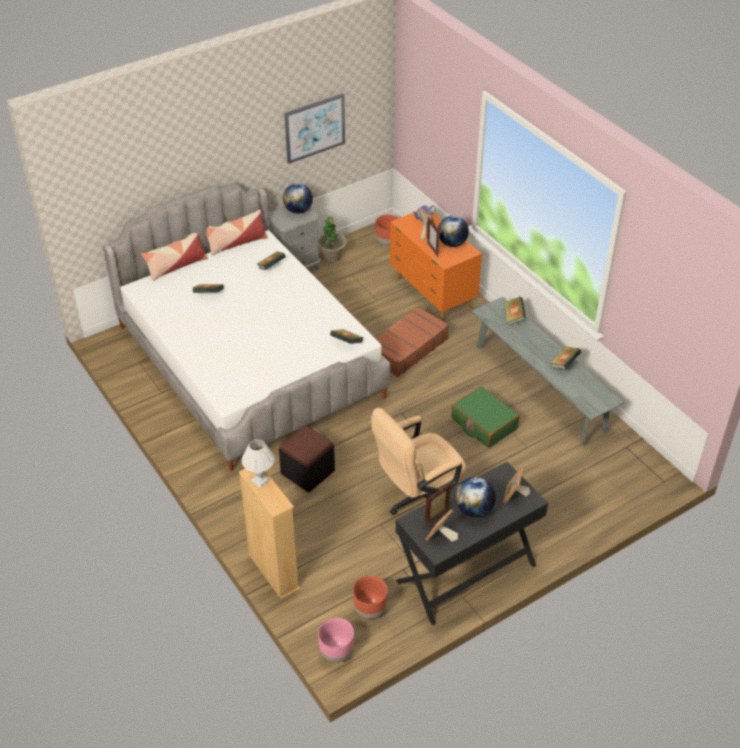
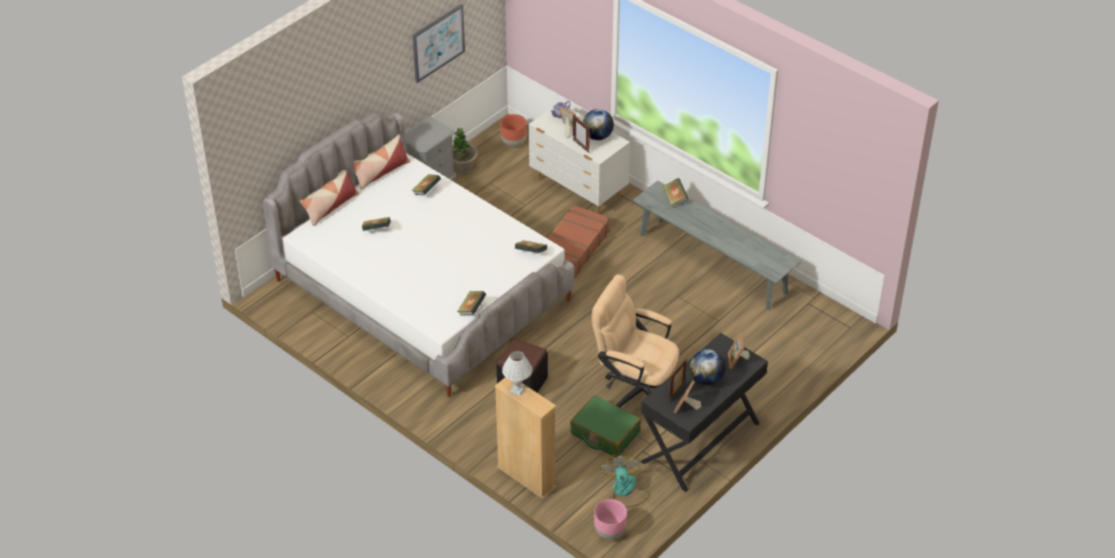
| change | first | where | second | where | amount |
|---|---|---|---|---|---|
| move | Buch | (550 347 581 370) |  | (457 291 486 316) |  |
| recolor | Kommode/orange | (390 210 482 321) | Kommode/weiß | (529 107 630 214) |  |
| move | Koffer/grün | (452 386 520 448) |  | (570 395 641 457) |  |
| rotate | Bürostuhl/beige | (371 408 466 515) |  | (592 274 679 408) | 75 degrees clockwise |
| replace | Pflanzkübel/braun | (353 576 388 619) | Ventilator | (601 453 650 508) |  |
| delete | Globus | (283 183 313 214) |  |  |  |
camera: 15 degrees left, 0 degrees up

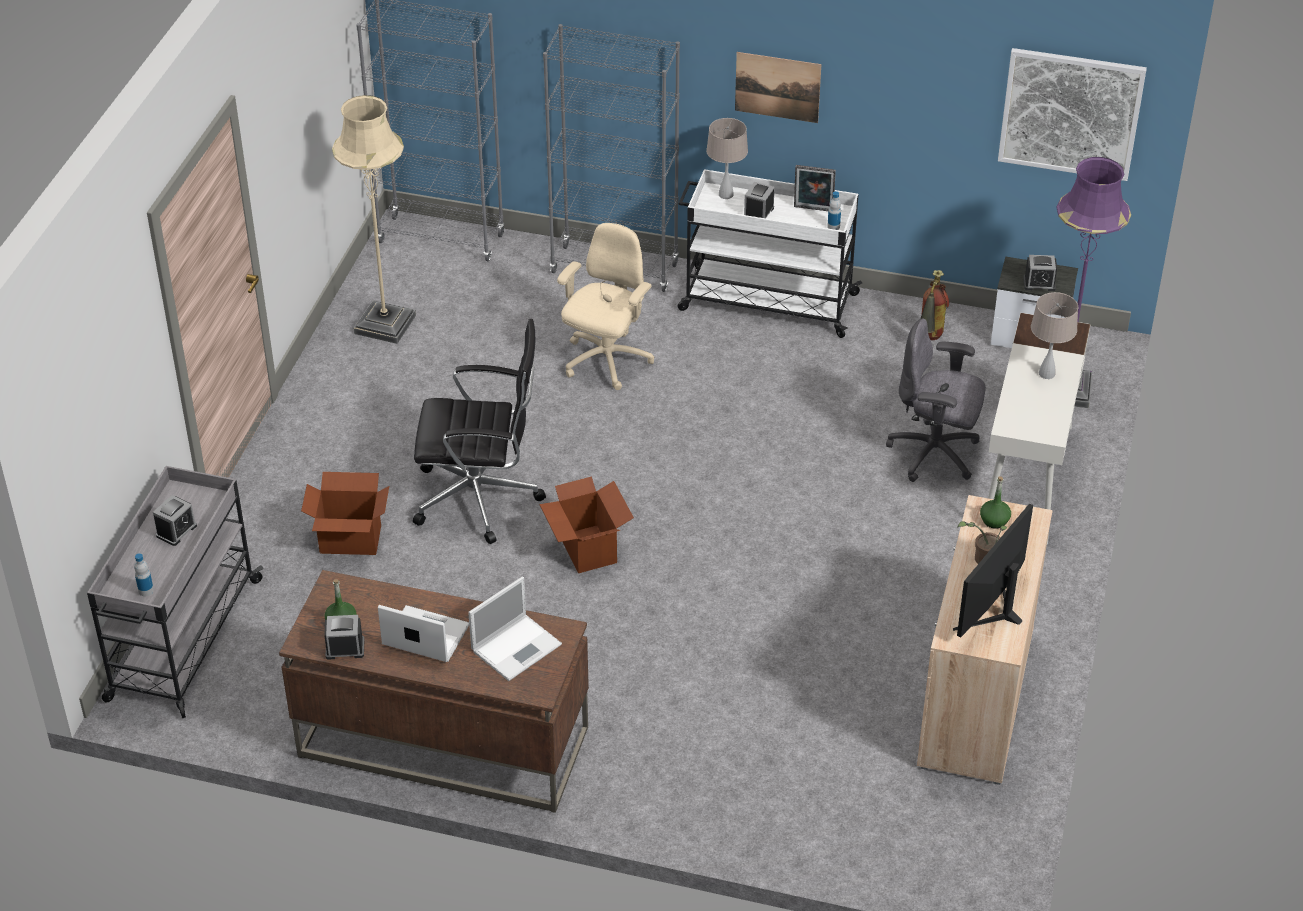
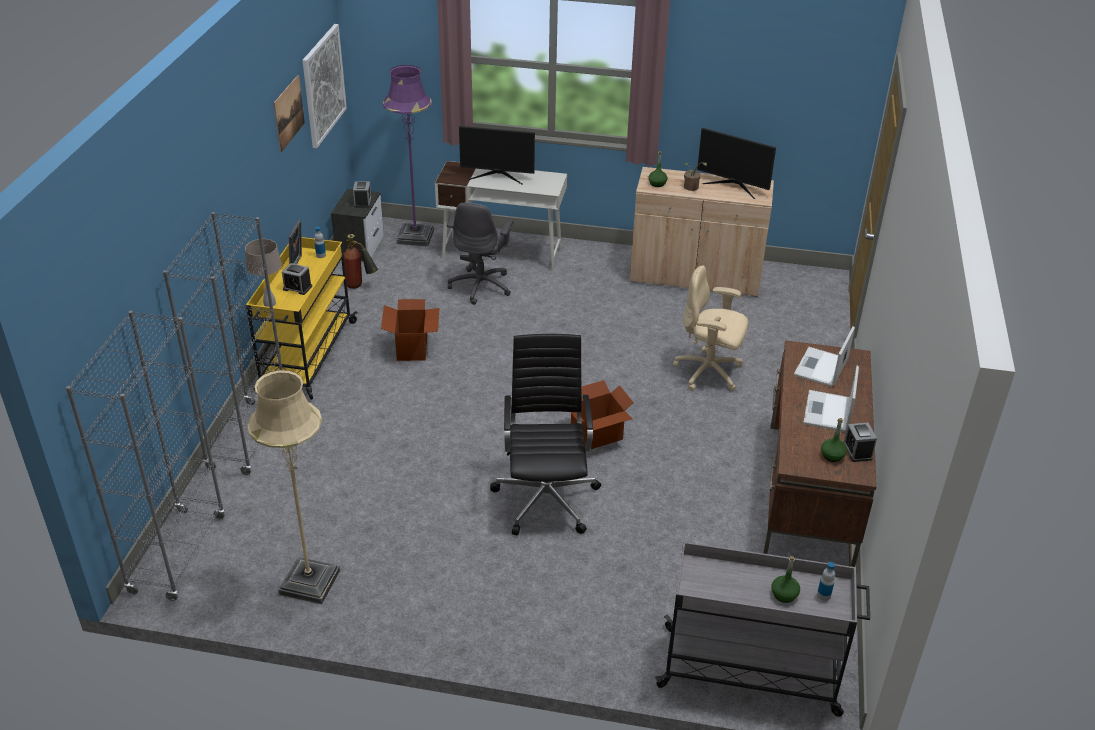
| change | first | where | second | where | amount |
|---|---|---|---|---|---|
| recolor | Rollwagen/weiß | (678 169 862 338) | Rollwagen/gelb | (246 237 358 400) |  |
| move | Bild | (735 52 821 123) |  | (274 75 305 153) |  |
| move | Karton | (301 472 389 555) |  | (381 299 440 361) |  |
| replace | Tischlampe/beige | (1031 292 1078 379) | Monitor | (459 126 535 184) |  |
| move | Bürostuhl/beige | (557 223 654 390) |  | (673 265 748 391) |  |
| insert |  |  | Flasche/grün | (771 556 800 603) |  |
| rotate | Laptop | (468 577 562 681) |  | (794 327 855 387) | 105 degrees counterclockwise |
| delete | Wecker | (153 495 197 546) |  |  |  |
camera: 95 degrees left, 5 degrees down

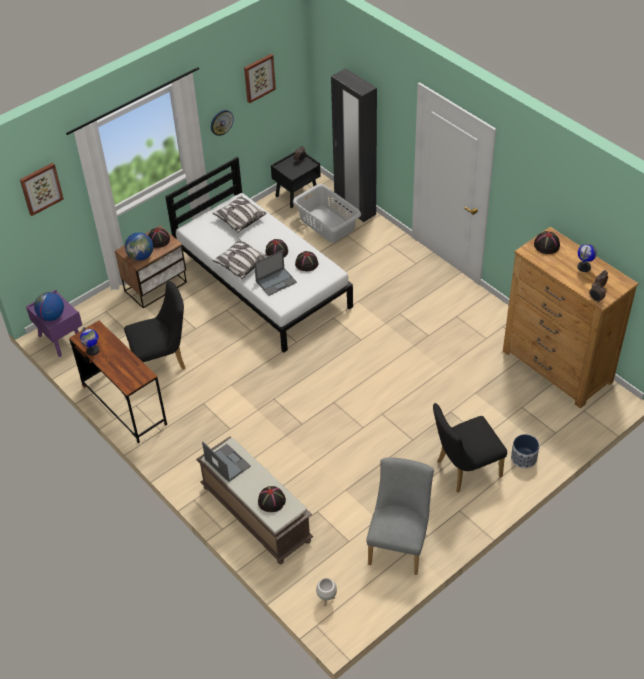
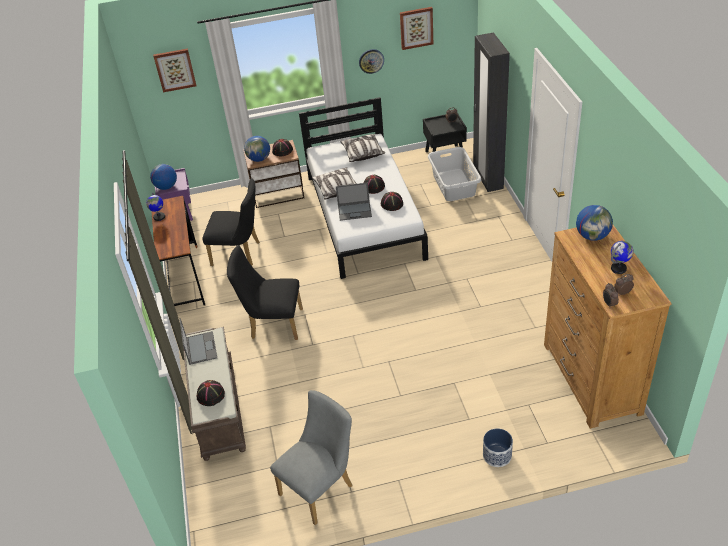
| change | first | where | second | where | amount |
|---|---|---|---|---|---|
| move | Stuhl/schwarz | (433 403 507 492) |  | (227 245 303 340) |  |
| replace | Hut/schwarz | (534 231 560 254) | Globus | (576 205 613 241) |  |
| delete | Pflanzkübel/weiß | (316 578 337 607) |  |  |  |
camera: 30 degrees right, 5 degrees down

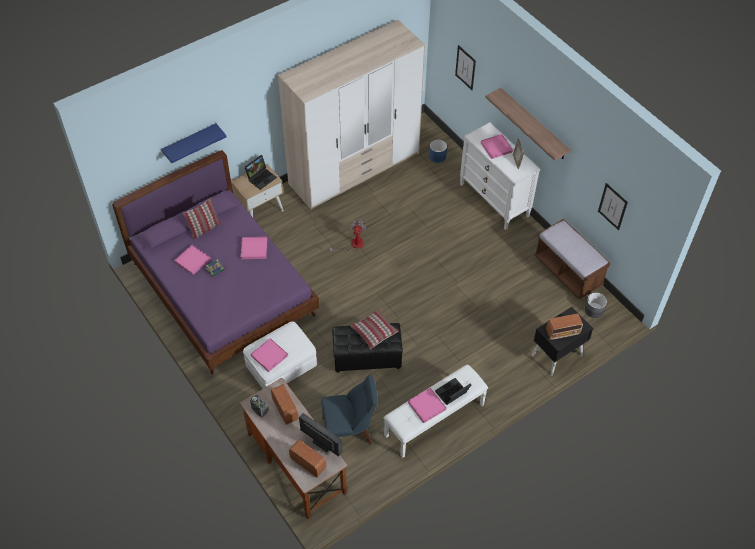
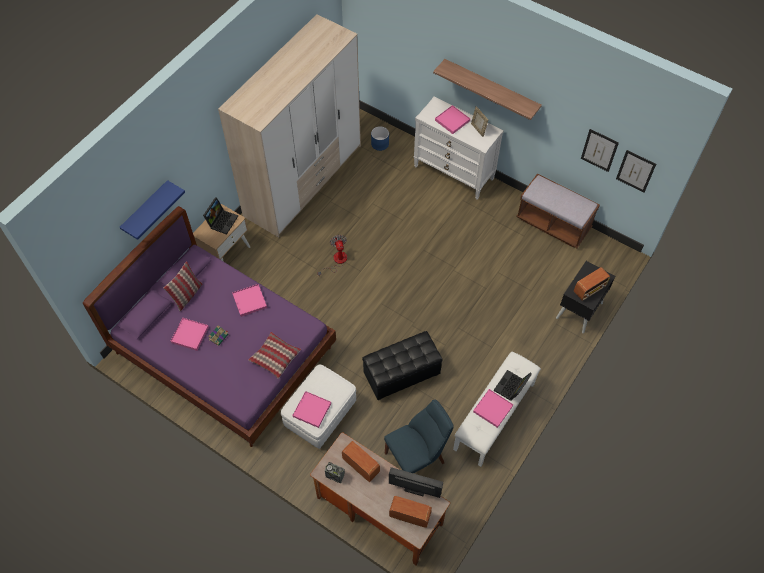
| change | first | where | second | where | amount |
|---|---|---|---|---|---|
| move | Kissen | (351 309 399 349) |  | (249 332 301 379) |  |
| move | Bild | (455 45 476 90) |  | (616 150 656 193) |  |
| delete | Pflanzkübel/grau | (584 293 607 318) |  |  |  |
camera: 20 degrees left, 5 degrees up

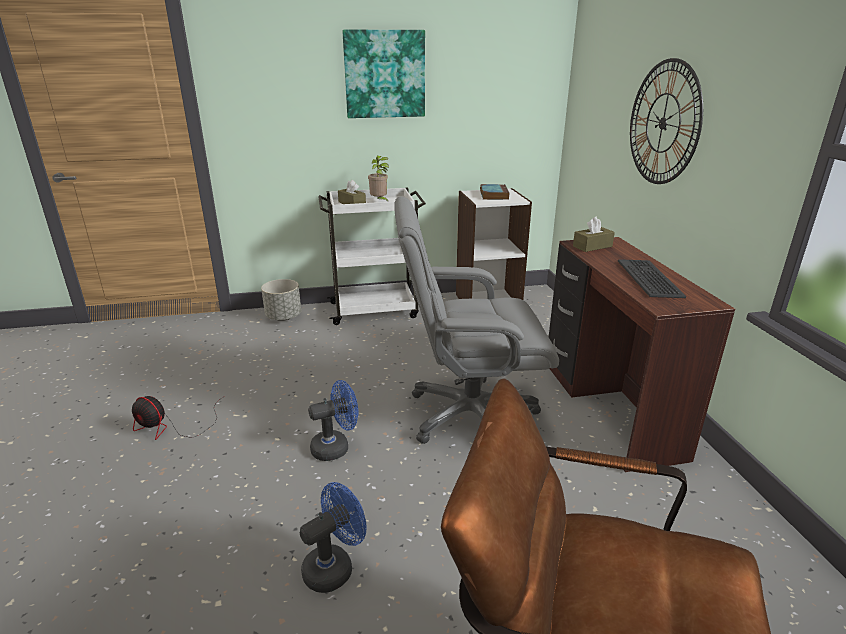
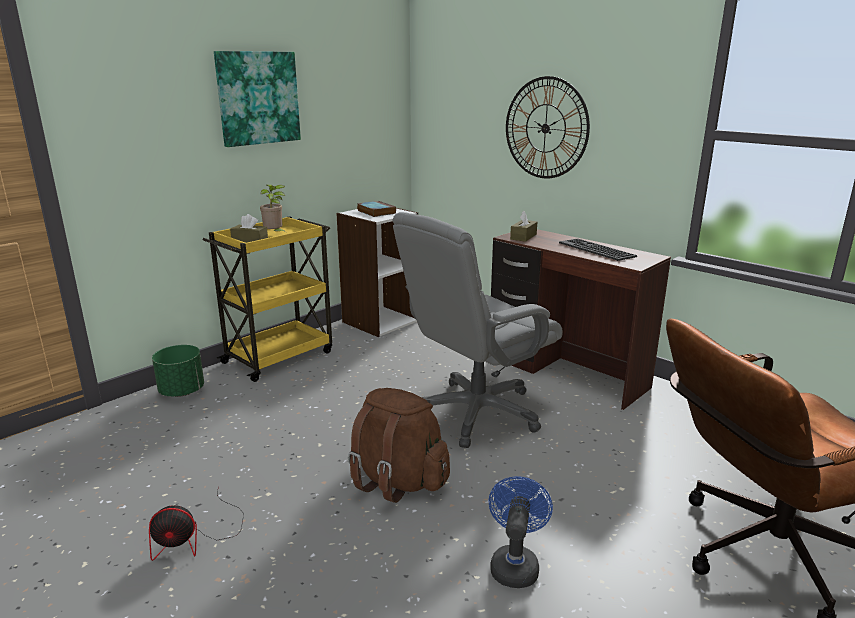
| change | first | where | second | where | amount |
|---|---|---|---|---|---|
| recolor | Pflanzkübel/grau | (261 279 301 321) | Pflanzkübel/grün | (152 345 204 397) |  |
| recolor | Rollwagen/weiß | (319 188 426 325) | Rollwagen/gelb | (203 216 332 382) |  |
| replace | Ventilator/blau | (308 380 358 461) | Rucksack/braun | (348 388 450 503) |  |
camera: 35 degrees left, 5 degrees down

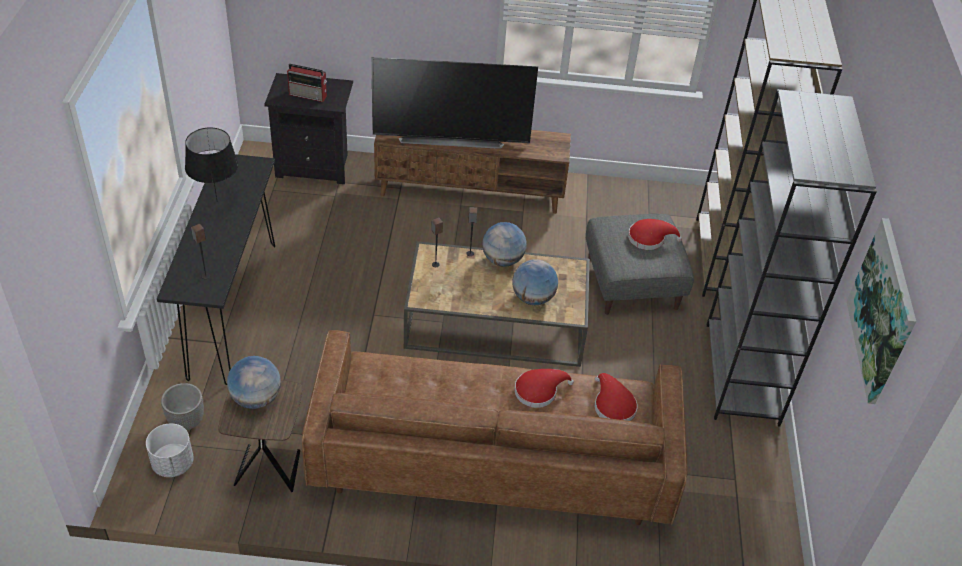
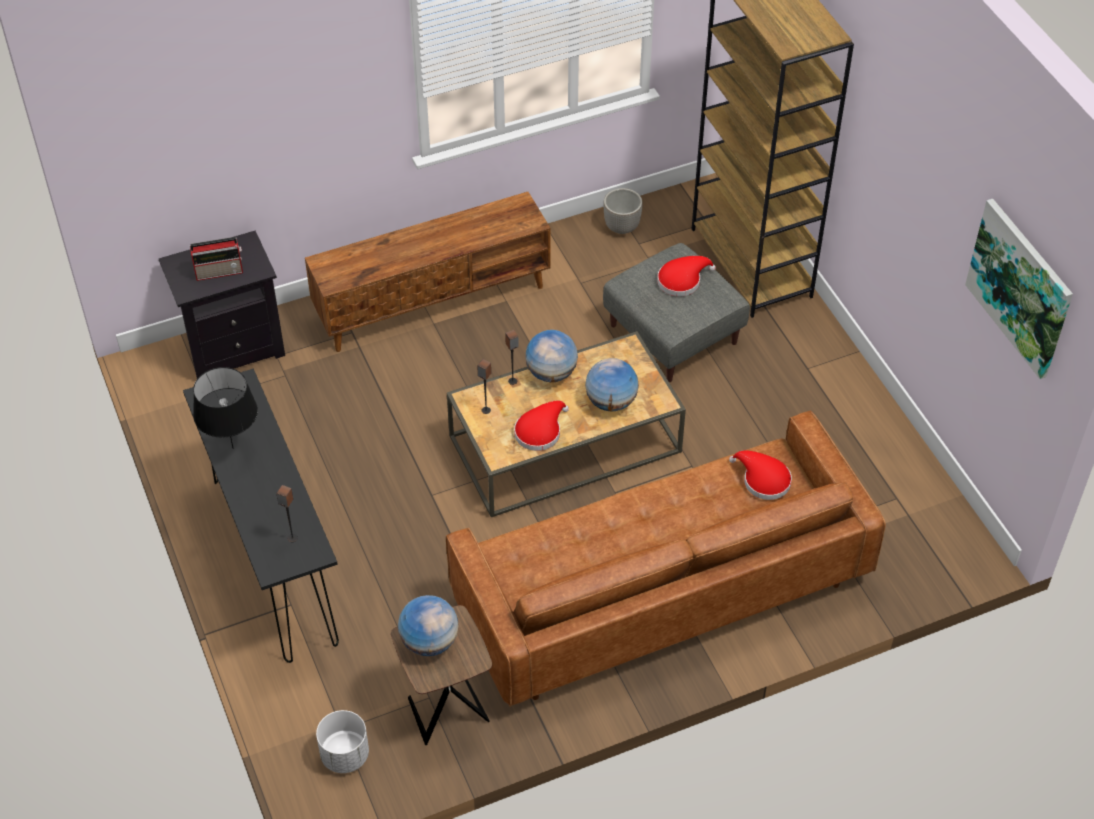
| change | first | where | second | where | amount |
|---|---|---|---|---|---|
| move | Hut/rot | (514 369 574 408) |  | (514 400 569 451) |  |
| move | Pflanzkübel | (161 383 204 430) |  | (603 188 643 234) |  |
| delete | Fernseher | (371 57 538 149) |  |  |  |
| delete | Bücherregal/grau | (707 89 877 427) |  |  |  |
camera: 25 degrees left, 5 degrees up

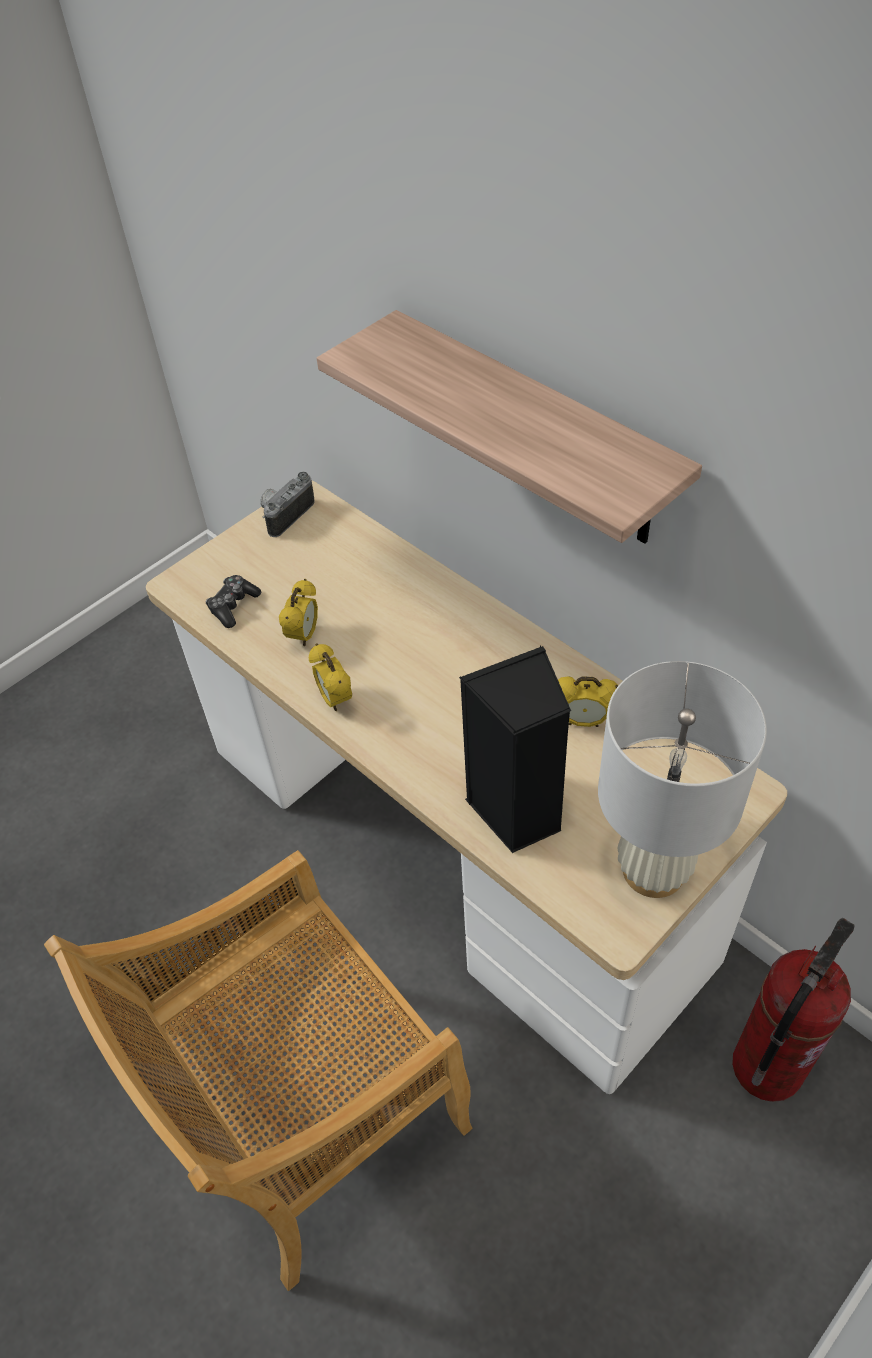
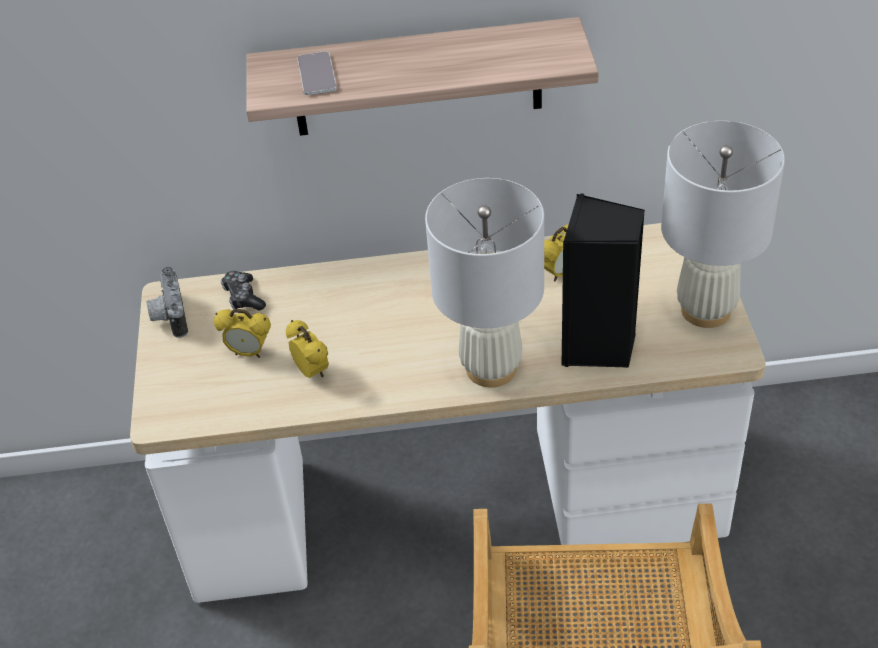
| change | first | where | second | where | amount |
|---|---|---|---|---|---|
| move | Wecker | (309 643 352 711) |  | (214 309 271 358) |  |
| move | Gamepad | (206 575 262 628) |  | (221 271 266 311) |  |
| insert |  |  | Handy | (297 51 337 95) |  |
| insert |  |  | Tischlampe/weiß | (425 178 544 387) |  |
| delete | Feuerlöscher | (732 917 854 1102) |  |  |  |
camera: 50 degrees left, 5 degrees down

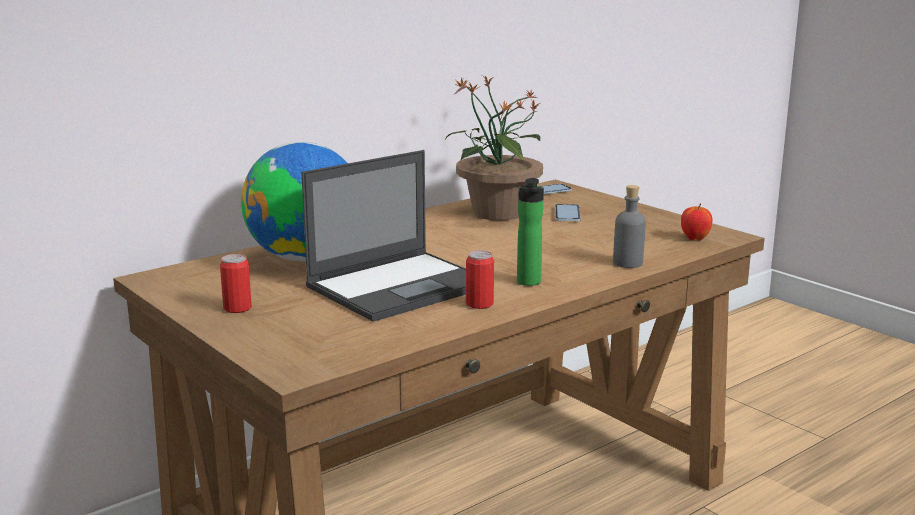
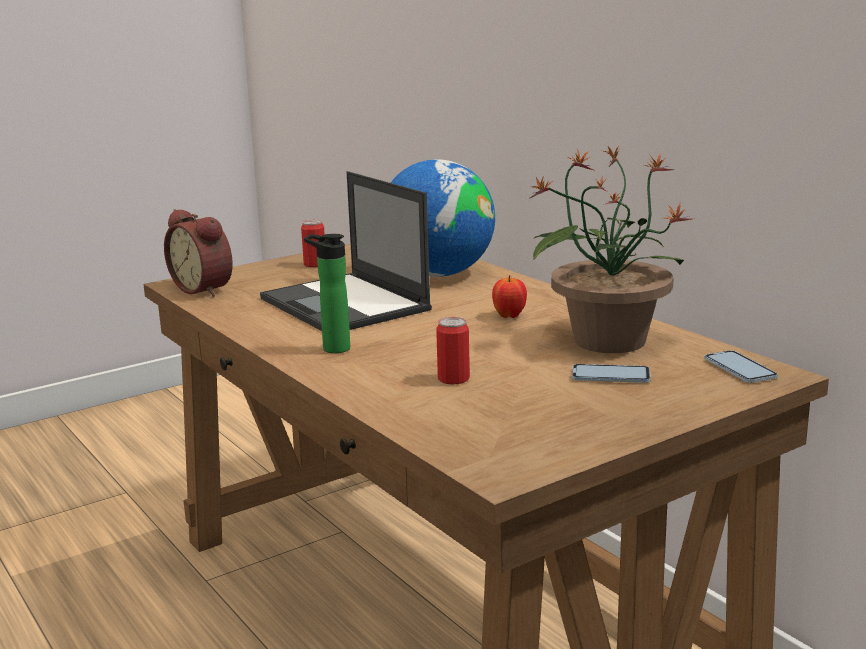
| change | first | where | second | where | amount |
|---|---|---|---|---|---|
| insert |  |  | Wecker | (164 209 233 297) |  |
| move | Dose | (466 250 494 309) |  | (436 317 470 384) |  |
| move | Apfel | (681 204 712 241) |  | (492 275 527 318) |  |
| delete | Flasche/grau | (613 185 646 268) |  |  |  |
camera: 95 degrees right, 0 degrees up

